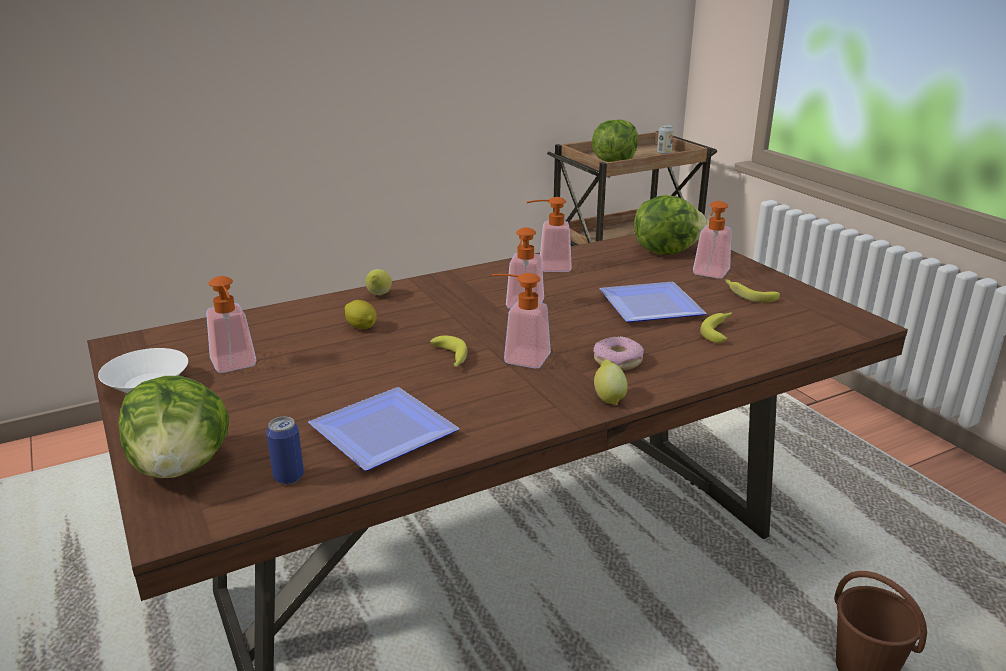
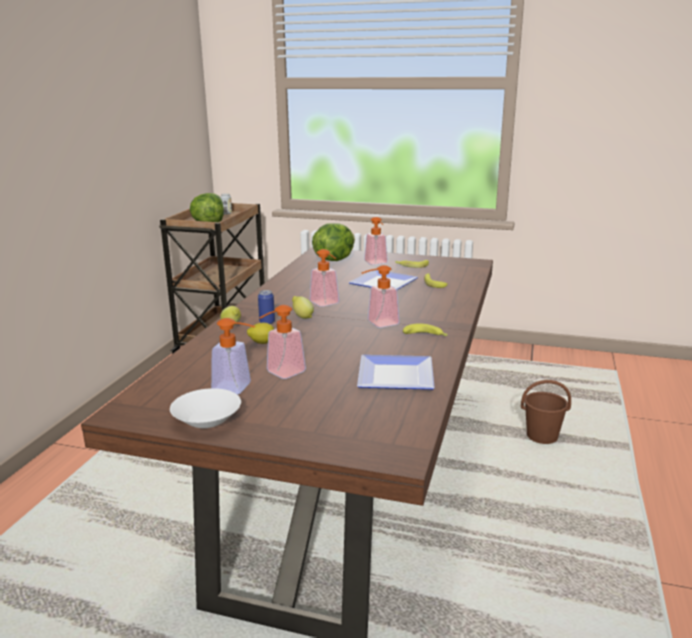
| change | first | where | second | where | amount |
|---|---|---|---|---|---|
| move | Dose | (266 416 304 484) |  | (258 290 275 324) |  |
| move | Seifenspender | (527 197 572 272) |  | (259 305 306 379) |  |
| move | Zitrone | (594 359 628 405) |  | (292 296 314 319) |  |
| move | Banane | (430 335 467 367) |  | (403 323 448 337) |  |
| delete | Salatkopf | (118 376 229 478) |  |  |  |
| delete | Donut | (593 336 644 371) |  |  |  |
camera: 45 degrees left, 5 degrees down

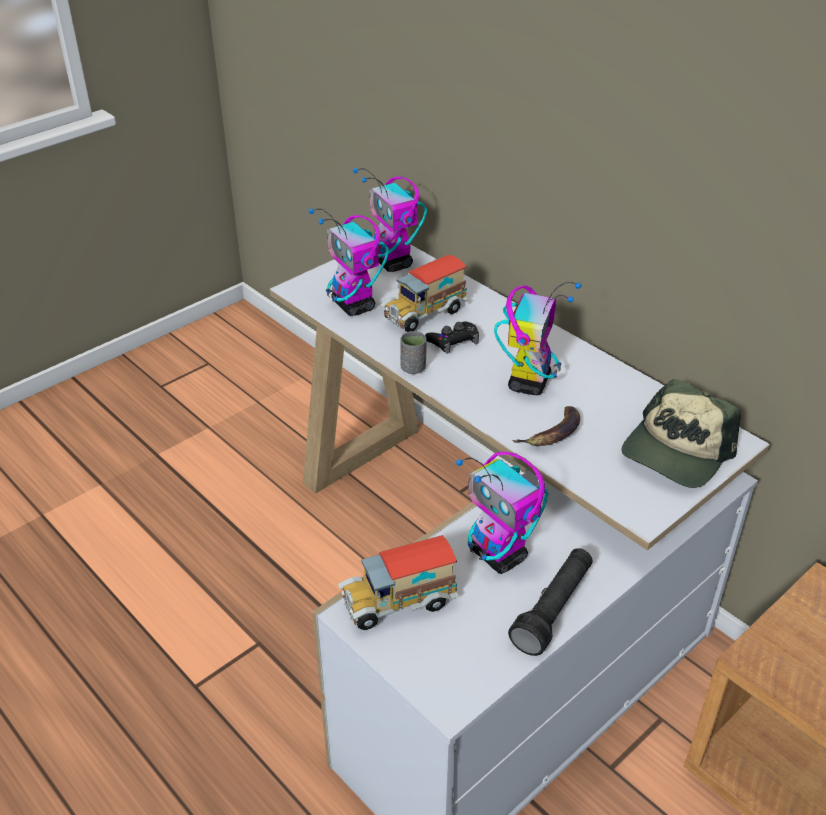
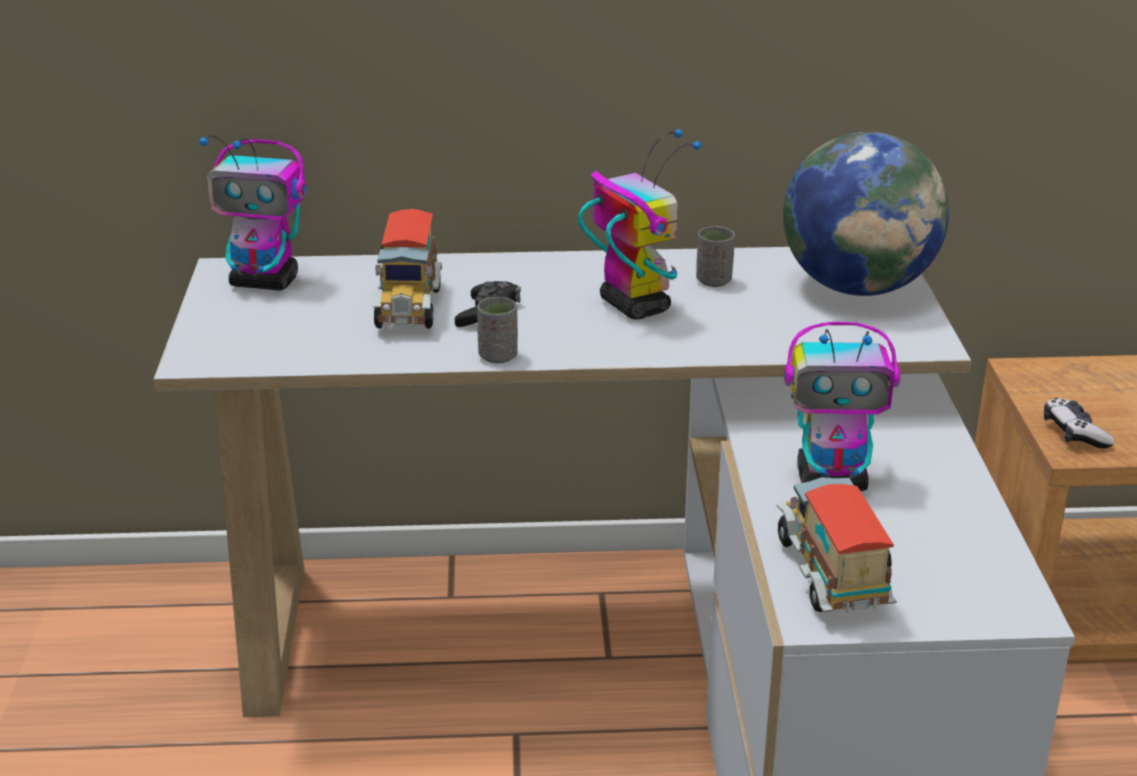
| change | first | where | second | where | amount |
|---|---|---|---|---|---|
| insert |  |  | Tasse/grau | (696 226 735 287) |  |
| rotate | Spielzeuglaster | (338 535 457 630) |  | (776 477 897 612) | 150 degrees clockwise |
| replace | Kappe | (621 379 741 488) | Globus | (783 132 949 296) |  |
| insert |  |  | Gamepad | (1044 398 1115 448) |  |
| delete | Spielzeugroboter | (309 208 389 316) |  |  |  |
| delete | Taschenlampe/schwarz | (508 548 593 656) |  |  |  |
| delete | Banane | (512 406 580 446) |  |  |  |
camera: 50 degrees left, 10 degrees down

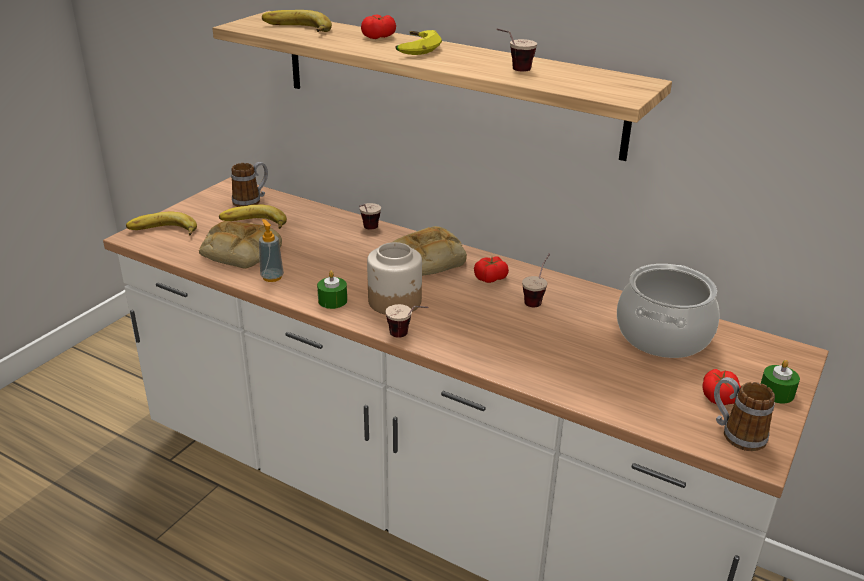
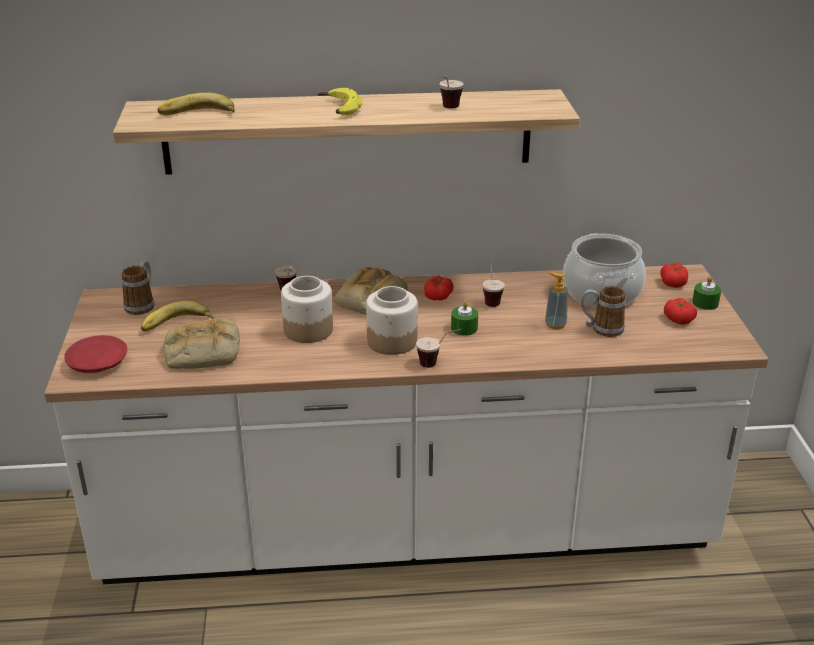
| change | first | where | second | where | amount |
|---|---|---|---|---|---|
| replace | Banane | (126 211 197 235) | Teller/rot | (64 335 127 373) |  |
| insert |  |  | Vorratsglas | (281 276 333 343) |  |
| move | Kerze/grün | (317 270 347 309) |  | (451 300 478 336) |  |
| move | Seifenspender | (259 219 284 282) |  | (545 272 568 329) |  |
| move | Henkelbecher | (714 377 775 451) |  | (581 286 626 337) |  |
| move | Tomate | (361 15 396 39) |  | (660 263 688 288) |  |
camera: 35 degrees left, 0 degrees up

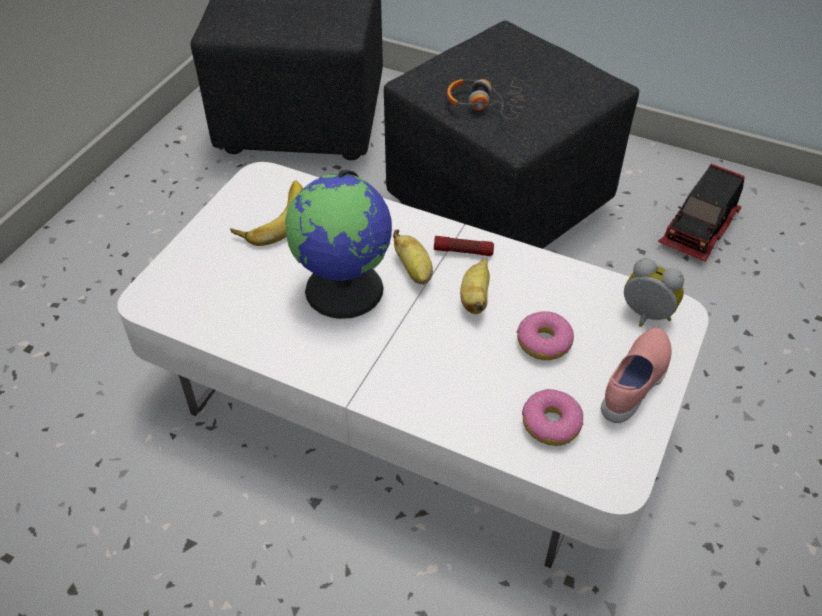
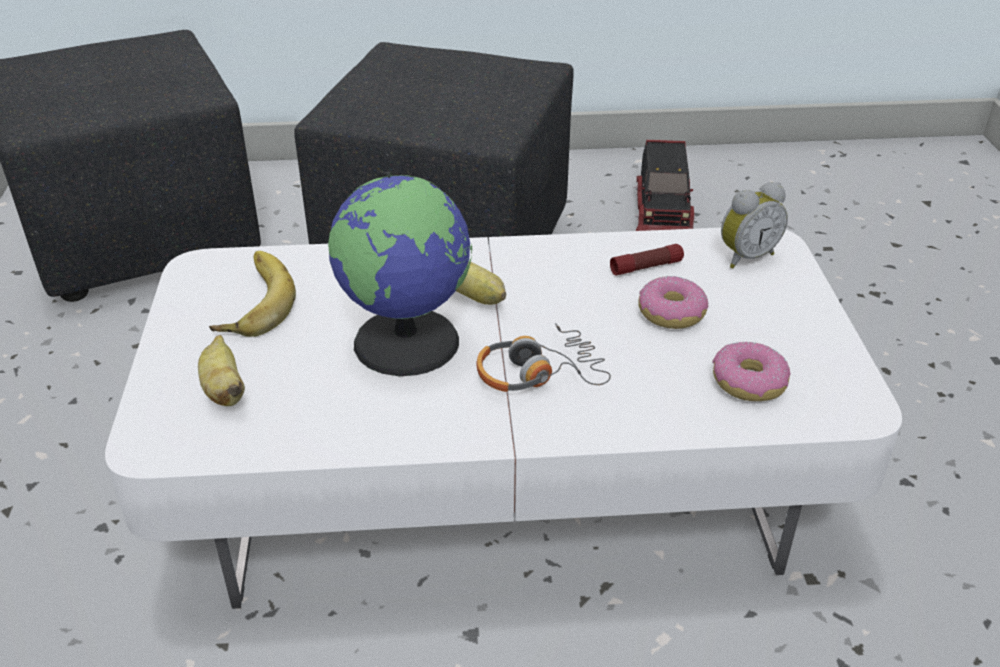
| change | first | where | second | where | amount |
|---|---|---|---|---|---|
| move | Banane | (460 259 490 314) |  | (198 335 245 406) |  |
| move | Kopfhörer | (447 79 524 119) |  | (476 323 611 392) |  |
| move | Taschenlampe | (434 236 494 256) |  | (610 244 684 275) |  |
| rotate | Wecker | (624 258 684 327) |  | (721 182 788 268) | 150 degrees clockwise |
| delete | Schuh/rosa | (601 327 672 423) |  |  |  |
camera: 30 degrees left, 10 degrees down

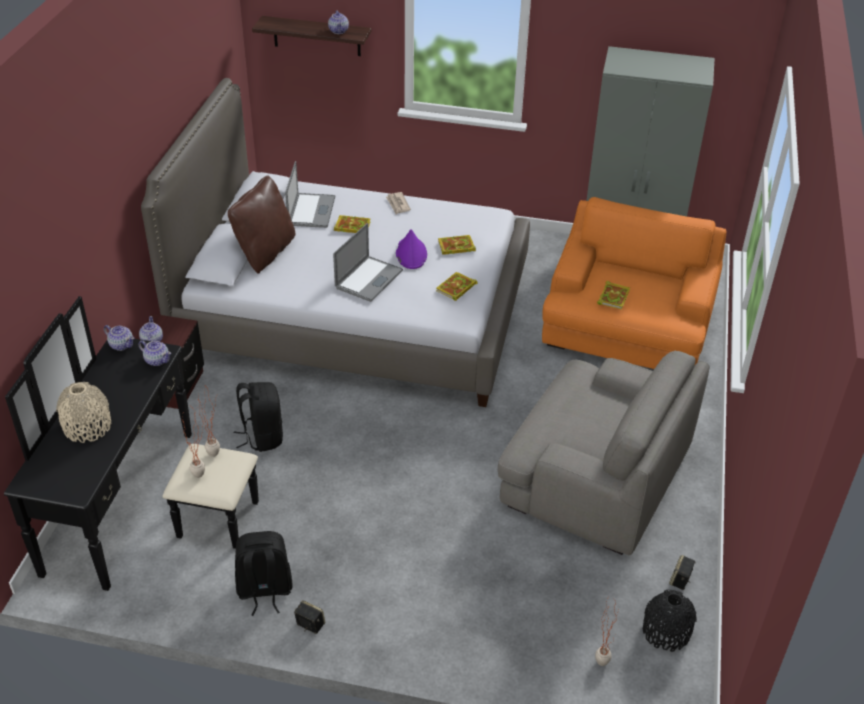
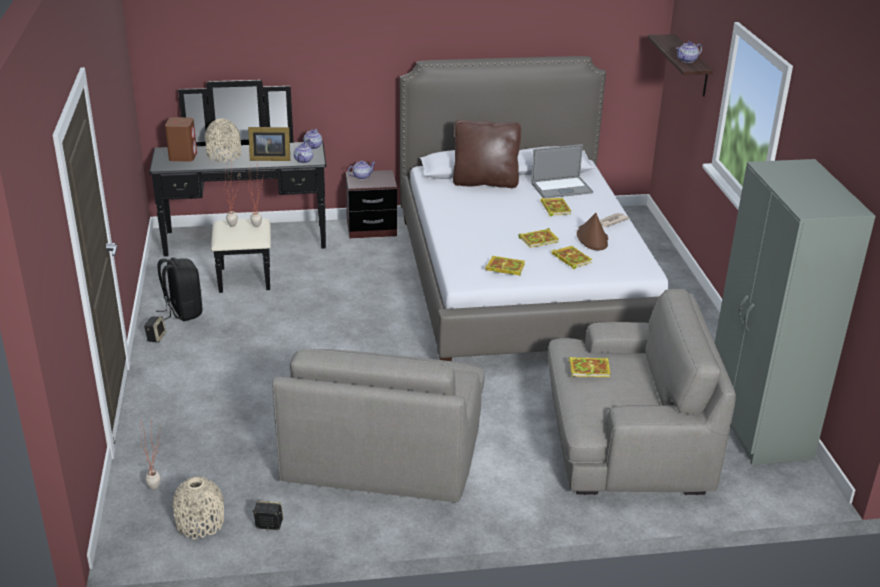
| change | first | where | second | where | amount |
|---|---|---|---|---|---|
| insert |  |  | Lautsprecher/braun | (165 117 197 162) |  |
| recolor | Vase/schwarz | (643 590 697 652) | Vase/beige | (172 477 224 539) |  |
| insert |  |  | Bilderrahmen | (248 127 290 161) |  |
| replace | Hut/lila | (396 229 427 269) | Buch | (519 228 559 248) |  |
| recolor | Sessel/orange | (542 197 726 369) | Sessel/grau | (548 289 736 495) |  |
| insert |  |  | Hut/braun | (577 213 608 250) |  |
| delete | Rucksack/schwarz | (234 382 283 452) |  |  |  |
| delete | Laptop | (333 223 403 302) |  |  |  |
camera: 70 degrees right, 10 degrees down

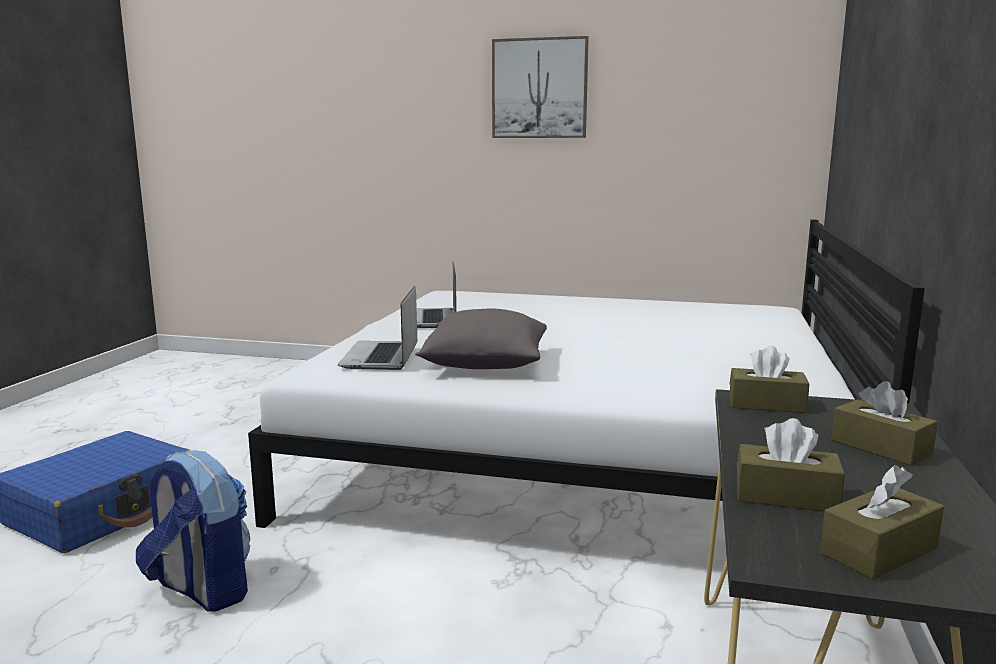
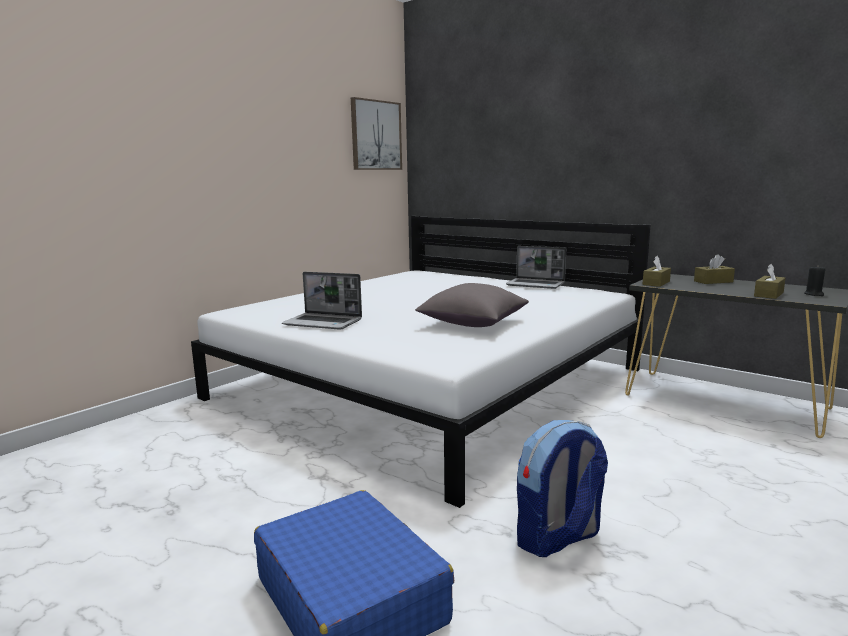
| change | first | where | second | where | amount |
|---|---|---|---|---|---|
| move | Bild | (492 36 589 138) |  | (351 97 402 170) |  |
| move | Laptop | (338 286 417 370) |  | (506 246 566 289) |  |
| replace | Taschentuchbox/braun | (820 465 944 580) | Kerze/schwarz | (804 265 826 296) |  |
camera: 65 degrees left, 0 degrees up

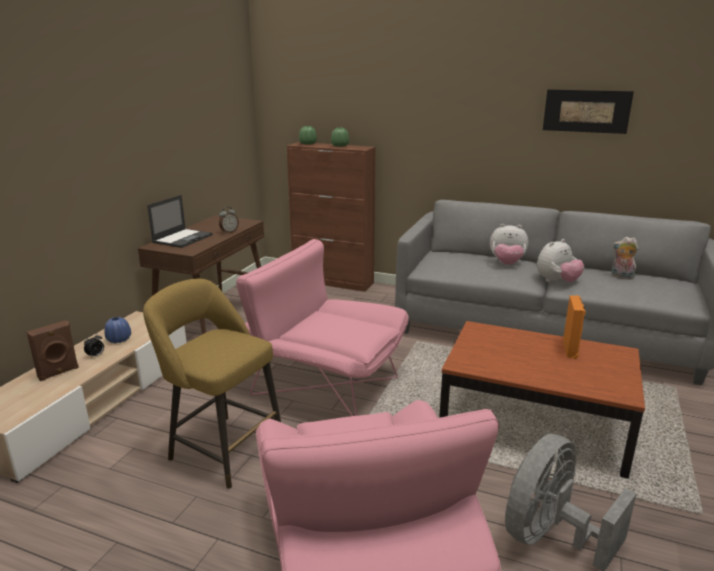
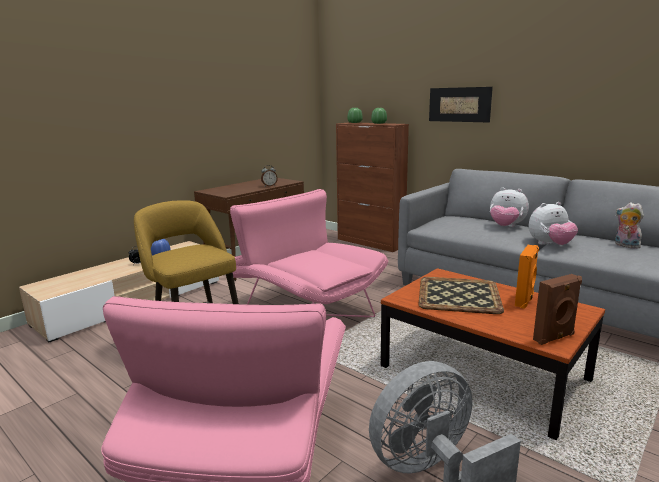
| change | first | where | second | where | amount |
|---|---|---|---|---|---|
| insert |  |  | Tablett | (418 277 504 314) |  |
| move | Bild | (543 89 634 134) |  | (429 87 493 122) |  |
| move | Lautsprecher/braun | (27 320 79 381) |  | (533 274 582 345) |  |
| delete | Laptop | (147 195 213 248) |  |  |  |
camera: 20 degrees right, 5 degrees down

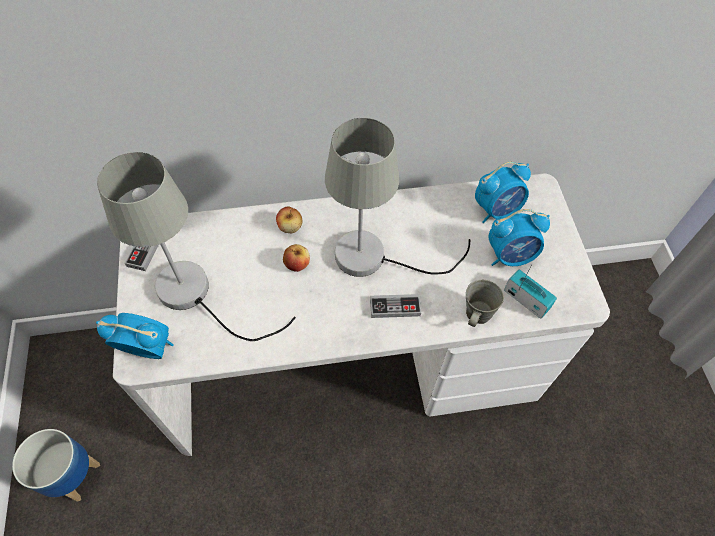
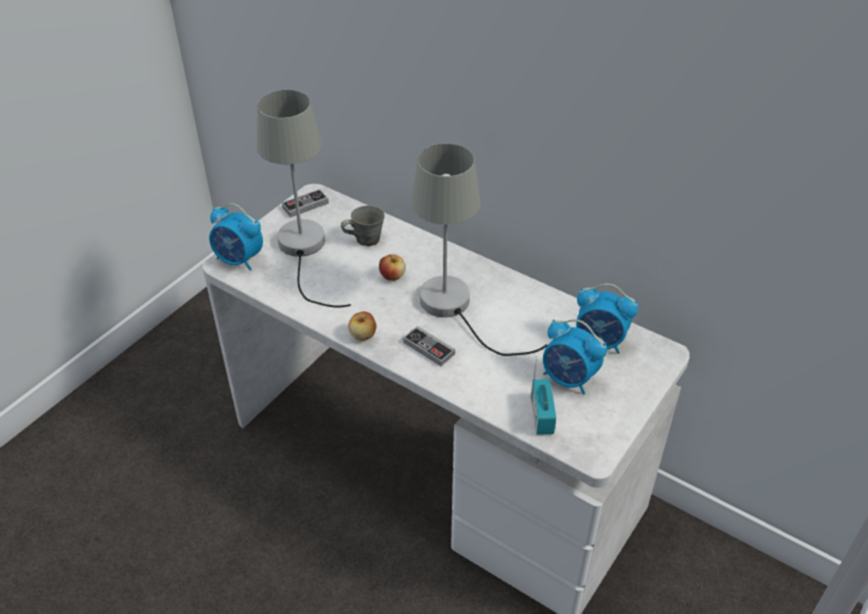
| change | first | where | second | where | amount |
|---|---|---|---|---|---|
| rotate | Wecker | (96 313 174 359) |  | (209 203 263 271) | 150 degrees clockwise |
| move | Henkelbecher/grau | (466 280 504 327) |  | (341 206 385 246) |  |
| move | Apfel | (276 207 302 233) |  | (348 311 377 341) |  |
| delete | Pflanzkübel | (12 429 100 502) |  |  |  |
camera: 45 degrees right, 15 degrees down

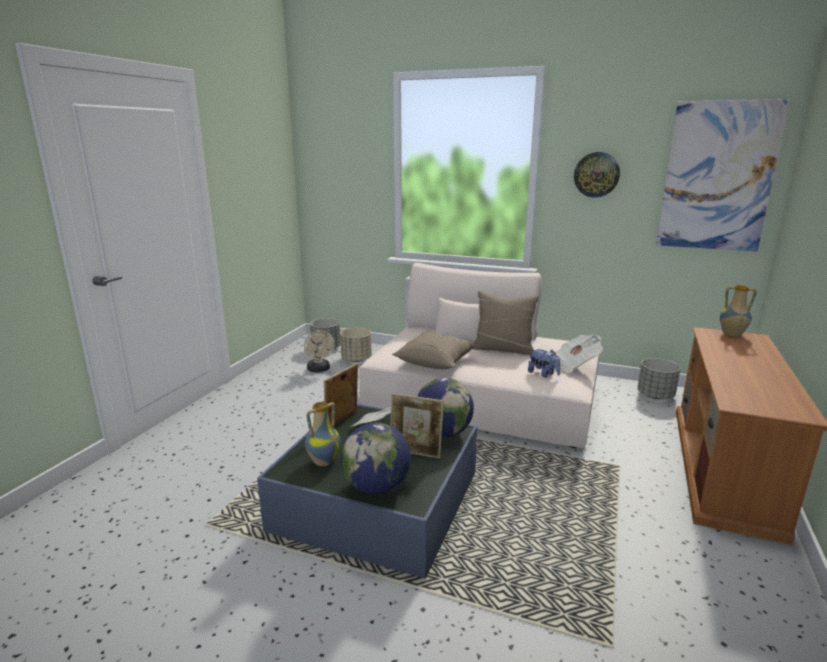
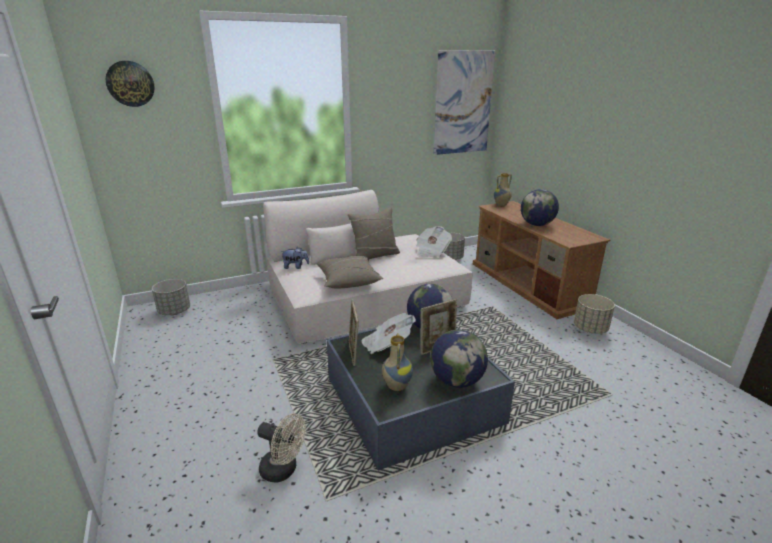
| change | first | where | second | where | amount |
|---|---|---|---|---|---|
| move | Wanduhr | (574 152 620 198) |  | (106 61 155 107) |  |
| move | Ventilator/beige | (304 330 335 372) |  | (257 413 306 483) |  |
| move | Plüschtier | (528 349 560 378) |  | (281 247 309 269) |  |
| insert |  |  | Globus | (521 189 559 226) |  |
| move | Pflanzkübel/beige | (340 327 372 362) |  | (574 294 615 334) |  |
camera: 45 degrees left, 5 degrees up

